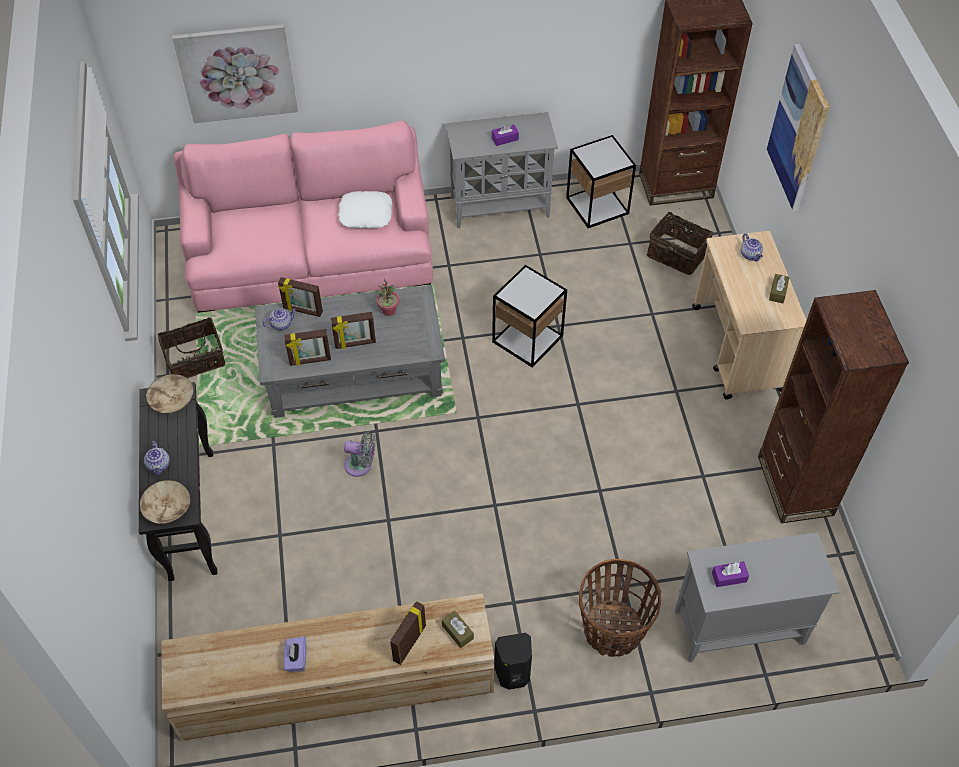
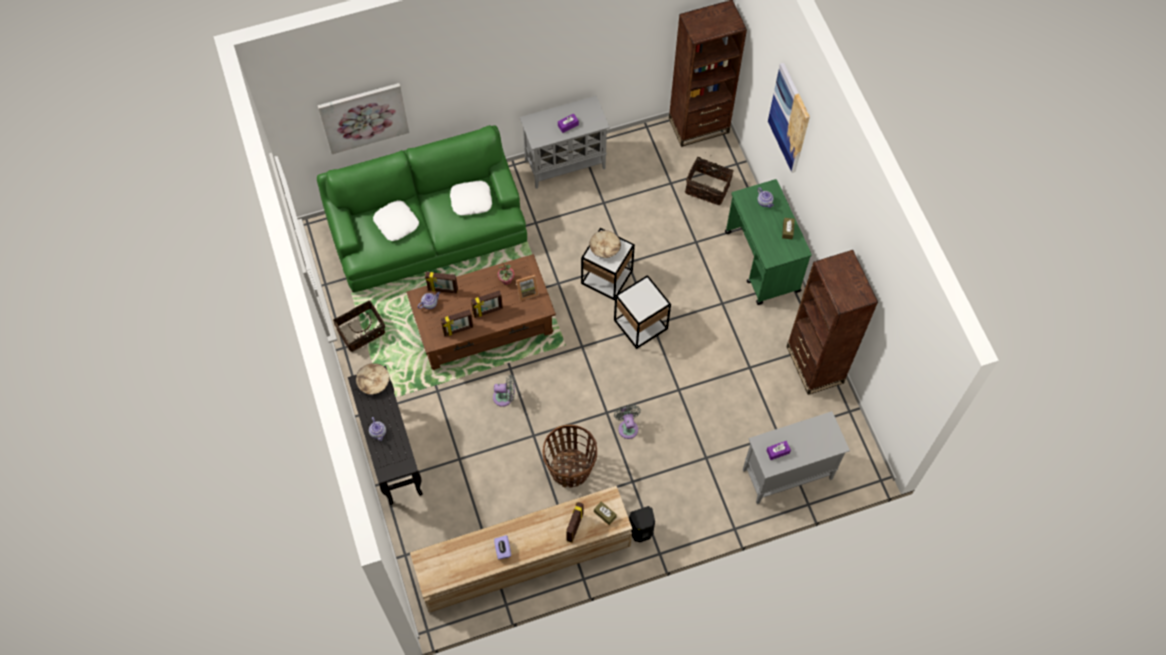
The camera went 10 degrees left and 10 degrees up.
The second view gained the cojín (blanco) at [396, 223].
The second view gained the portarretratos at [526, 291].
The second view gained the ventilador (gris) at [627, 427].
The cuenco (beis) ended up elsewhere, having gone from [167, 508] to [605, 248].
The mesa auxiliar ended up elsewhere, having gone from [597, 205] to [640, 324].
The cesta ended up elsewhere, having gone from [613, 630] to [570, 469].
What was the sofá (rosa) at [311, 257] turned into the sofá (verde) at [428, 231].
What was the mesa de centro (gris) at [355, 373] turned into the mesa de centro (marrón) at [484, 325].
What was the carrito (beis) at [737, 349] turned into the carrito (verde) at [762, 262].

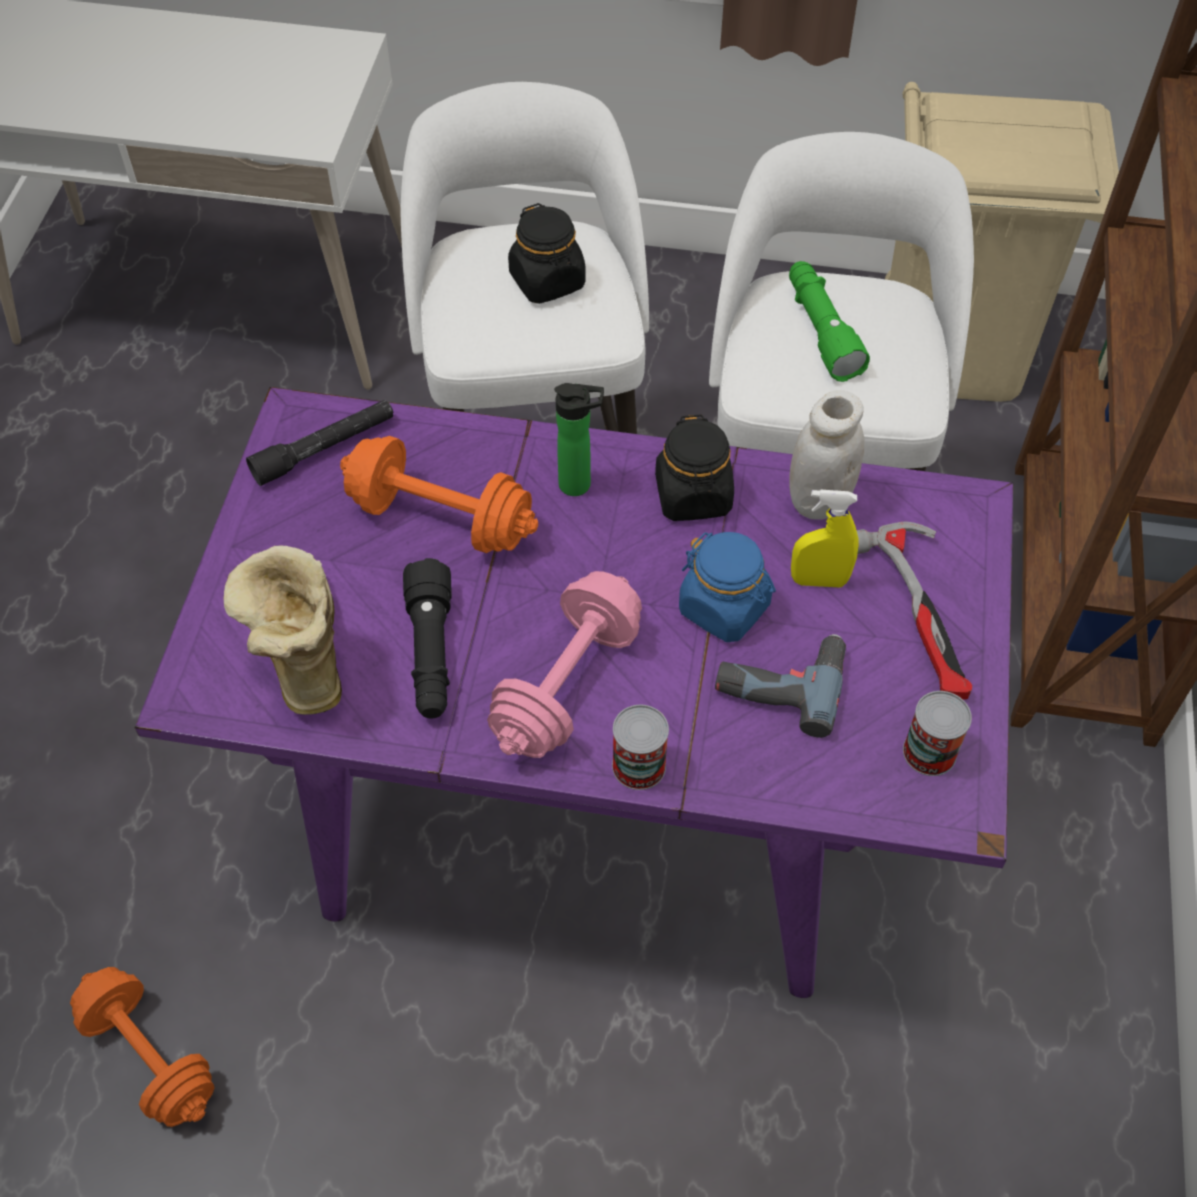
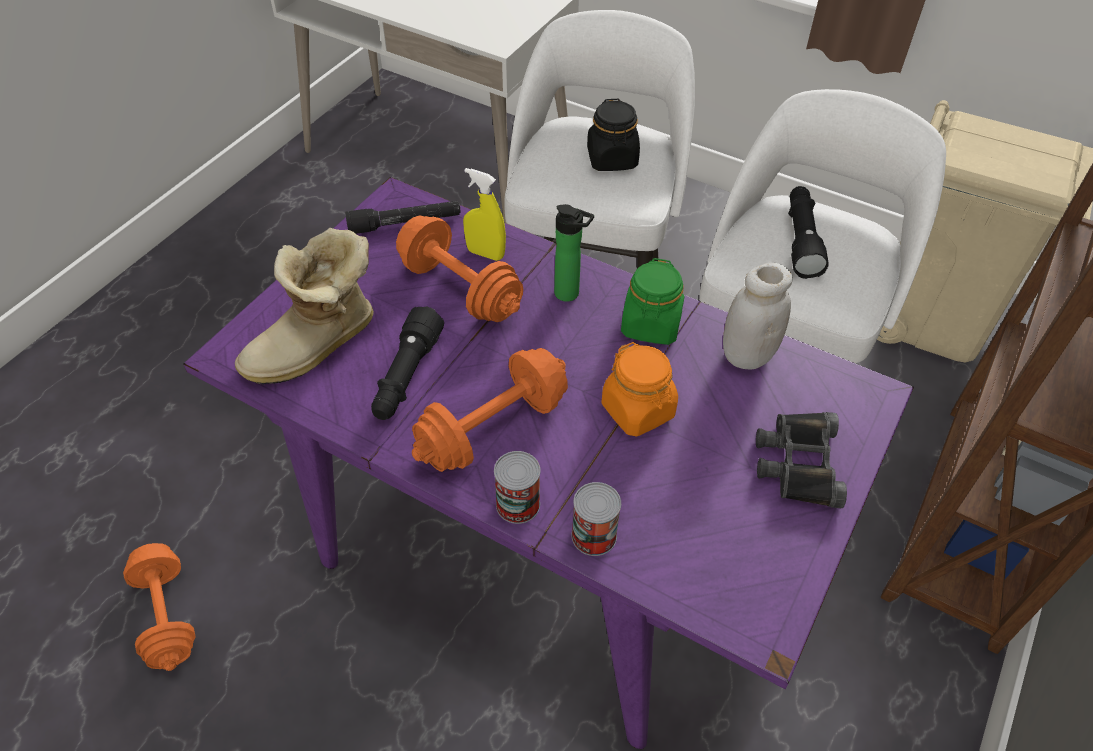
The camera went 20 degrees right and 5 degrees down.
The second view lost the taladro at [780, 680].
The pulverizador (amarillo) ended up elsewhere, having gone from [819, 580] to [485, 254].
The lata ended up elsewhere, having gone from [929, 752] to [594, 535].
Where the martillo stood at [924, 614], the prismáticos (negro) came to stand at [797, 463].
What was the mancuerna (rosa) at [567, 685] turned into the mancuerna (naranja) at [493, 428].
What was the tarro (negro) at [693, 496] turned into the tarro (verde) at [651, 325].
What was the tarro (azul) at [724, 608] turned into the tarro (naranja) at [638, 410].
What was the linterna (verde) at [821, 330] turned into the linterna (negro) at [801, 240].
The bota at [299, 651] ended up facing another way, 135 degrees counterclockwise from before.

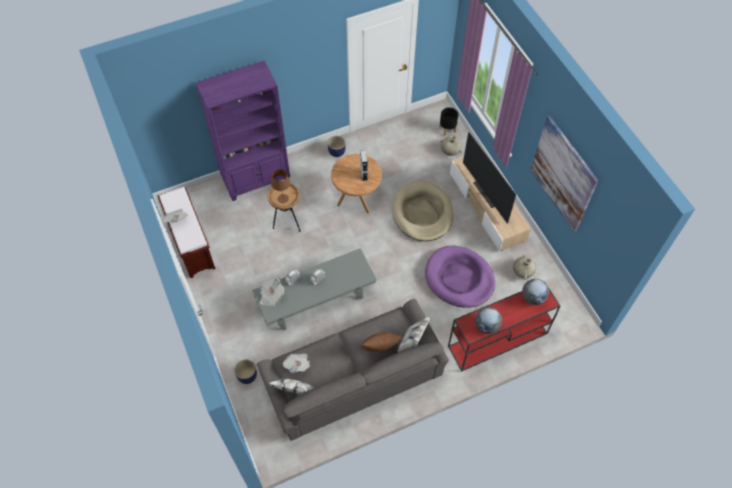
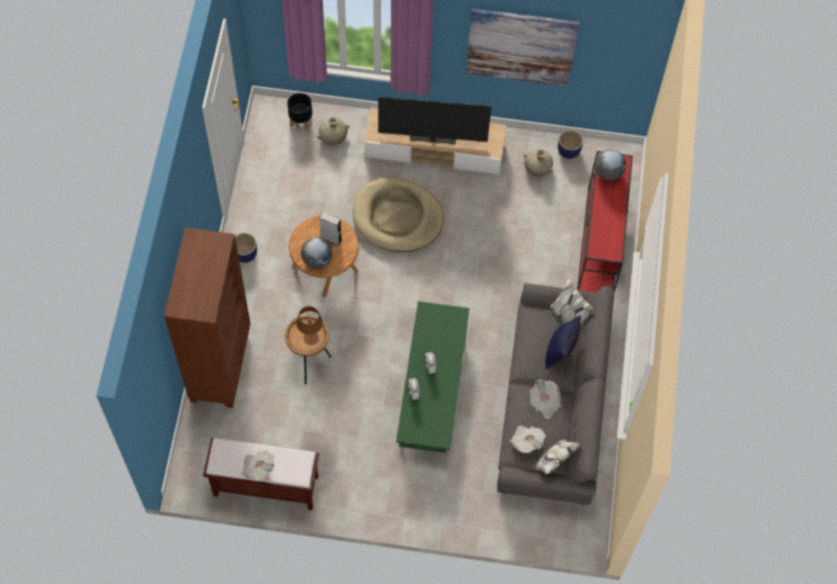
The camera went 60 degrees left and 5 degrees up.
The second view lost the cama para perro (morado) at [459, 278].
The maceta ended up elsewhere, having gone from [247, 376] to [568, 151].
The periódico ended up elsewhere, having gone from [271, 296] to [544, 402].
The globo terráqueo ended up elsewhere, having gone from [486, 326] to [317, 260].
What was the estantería (morado) at [257, 180] turned into the estantería (marrón) at [221, 364].
What was the mesa de centro (gris) at [316, 298] turned into the mesa de centro (verde) at [432, 388].
What was the cojín (marrón) at [380, 349] turned into the cojín (azul) at [560, 351].

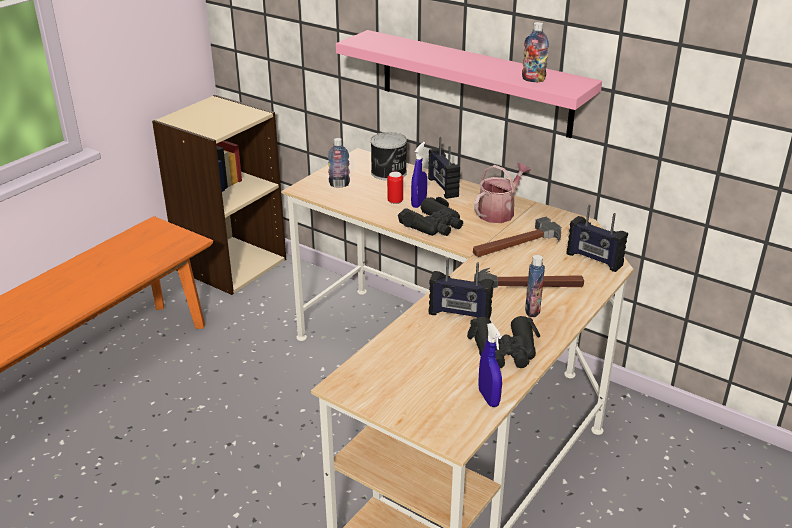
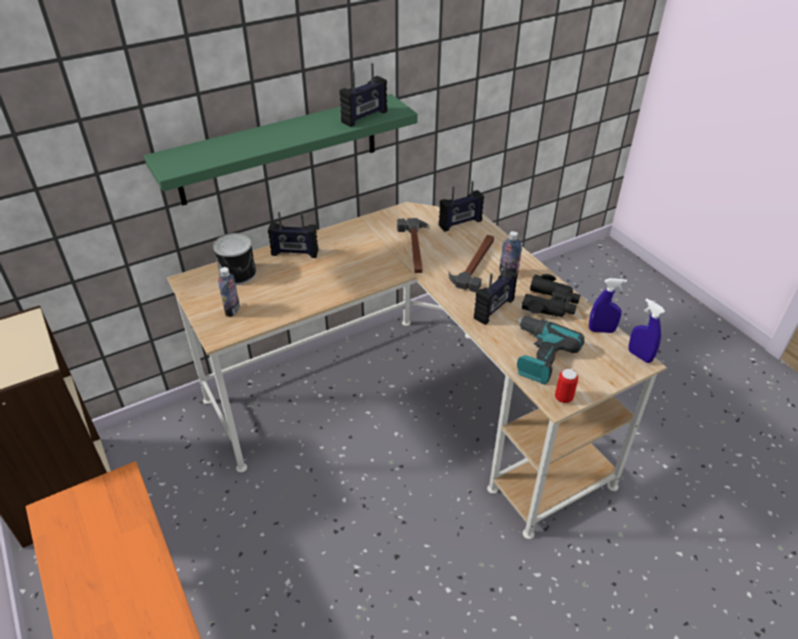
The camera went 65 degrees left and 10 degrees up.
The second view lost the prismáticos (negro) at [433, 225].
The second view lost the regadera at [499, 212].
The second view gained the taladro at [538, 355].
The lata ended up elsewhere, having gone from [395, 201] to [563, 398].
The pulverizador (azul) ended up elsewhere, having gone from [419, 203] to [639, 356].
Where the botella stood at [533, 80], the radio came to stand at [365, 117].
What was the estante (rosa) at [474, 83] turned into the estante (verde) at [279, 150].

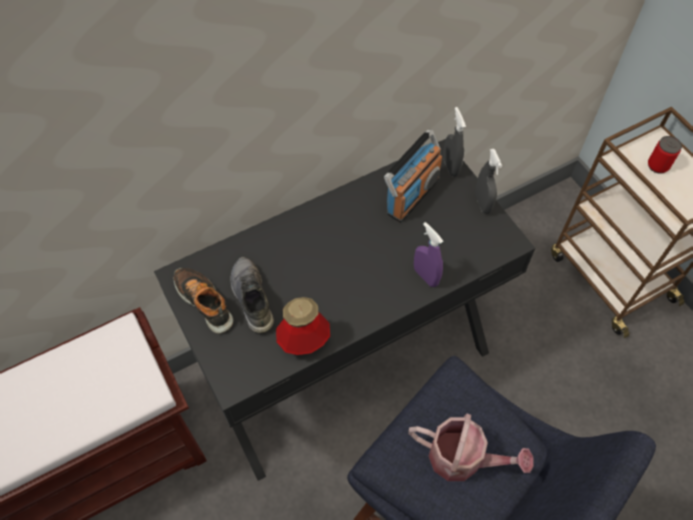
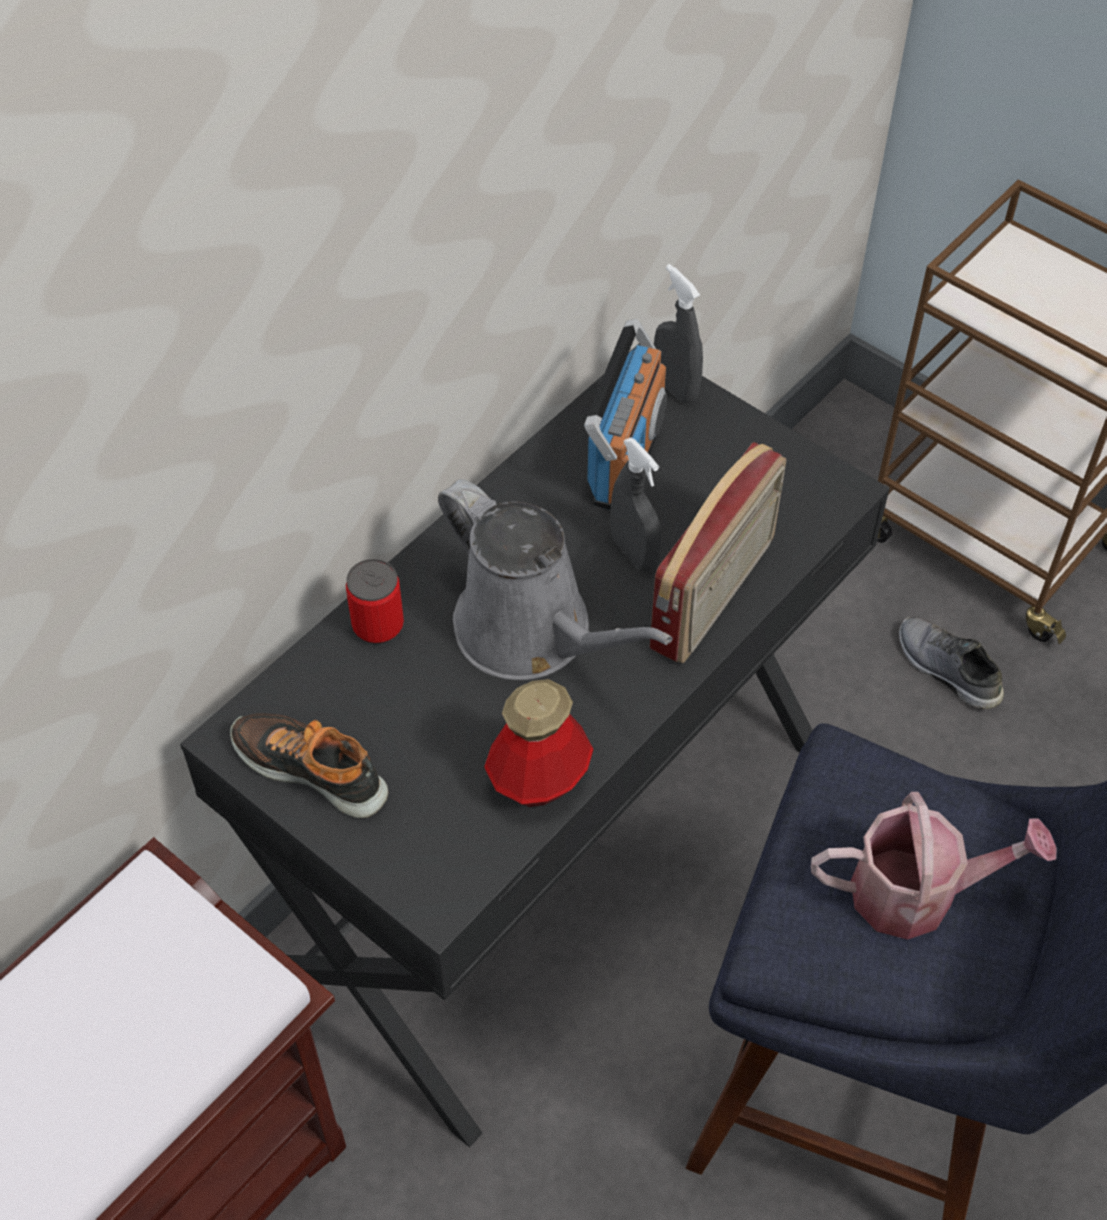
The camera went 20 degrees left and 5 degrees down.
The second view gained the regadera (gris) at [532, 633].
The zapato (gris) ended up elsewhere, having gone from [251, 298] to [945, 670].
The pulverizador (gris) ended up elsewhere, having gone from [482, 203] to [634, 553].
The lata ended up elsewhere, having gone from [658, 165] to [378, 625].
Where the pulverizador (morado) stood at [425, 276], the radio came to stand at [715, 595].

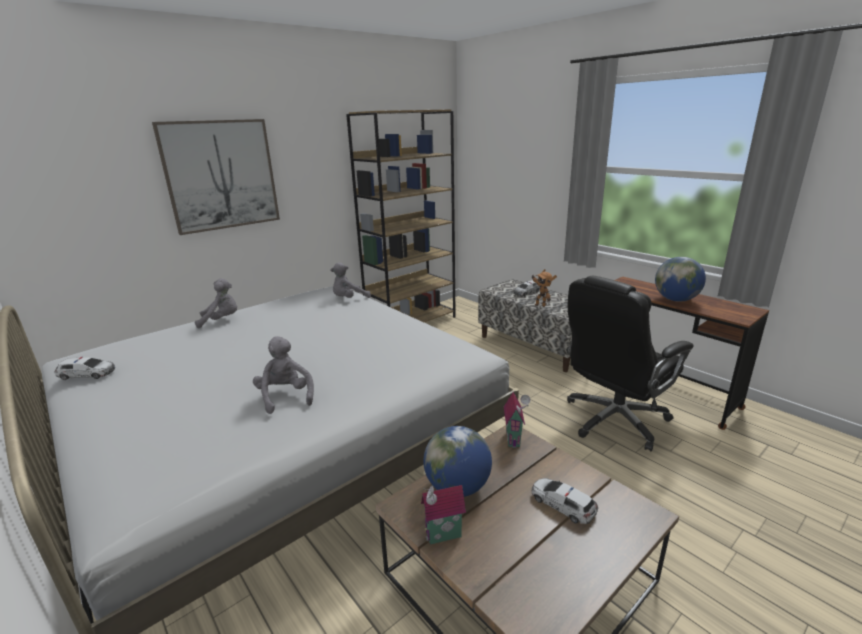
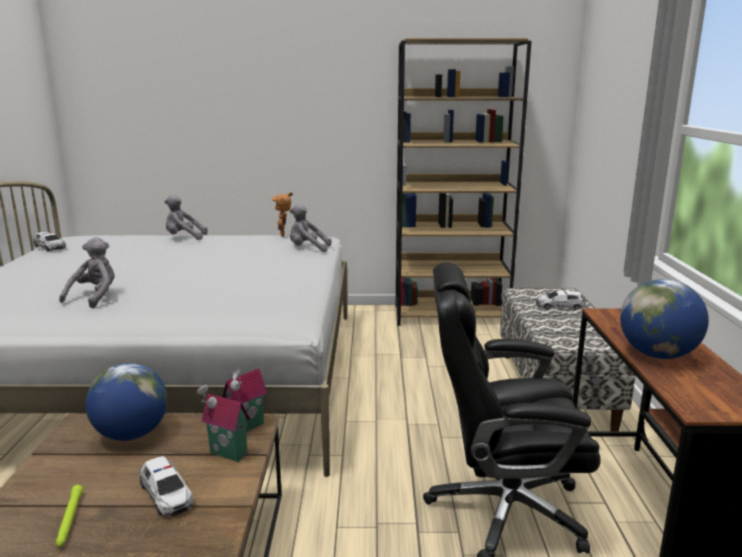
The camera went 40 degrees right and 5 degrees down.
The second view lost the cuadro at [221, 175].
The second view gained the linterna (verde) at [69, 520].
The casita ended up elsewhere, having gone from [444, 537] to [226, 454].
The robot de juguete ended up elsewhere, having gone from [540, 305] to [284, 235].
The peluche (gris) at [221, 320] ended up facing another way, 150 degrees clockwise from before.
The coche de juguete at [562, 504] ended up facing another way, 150 degrees clockwise from before.

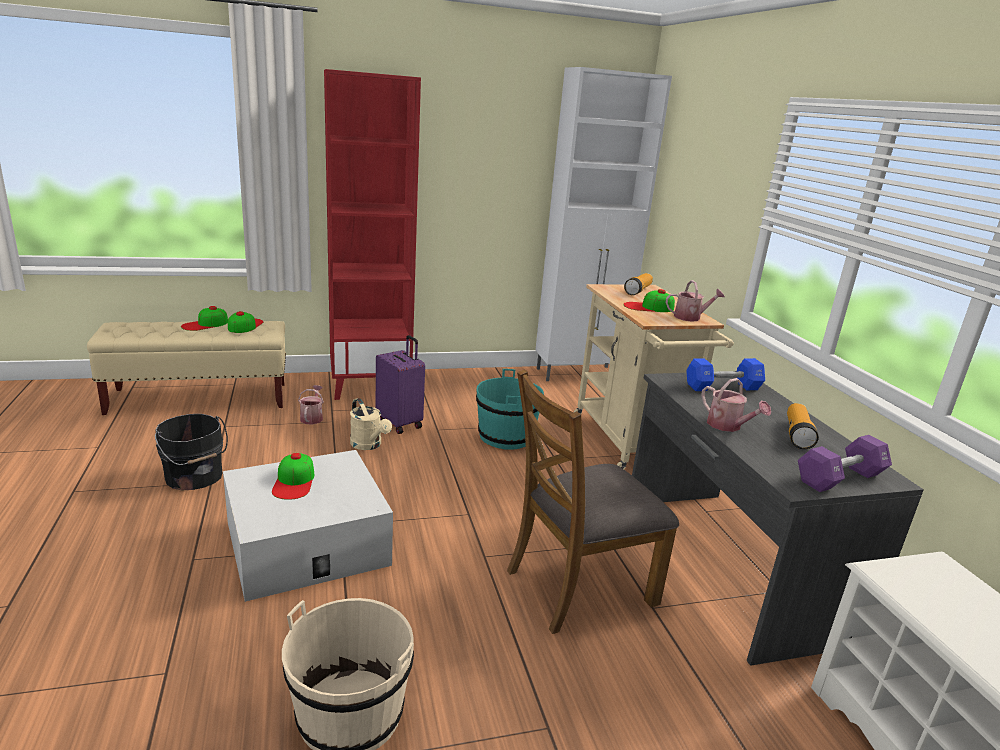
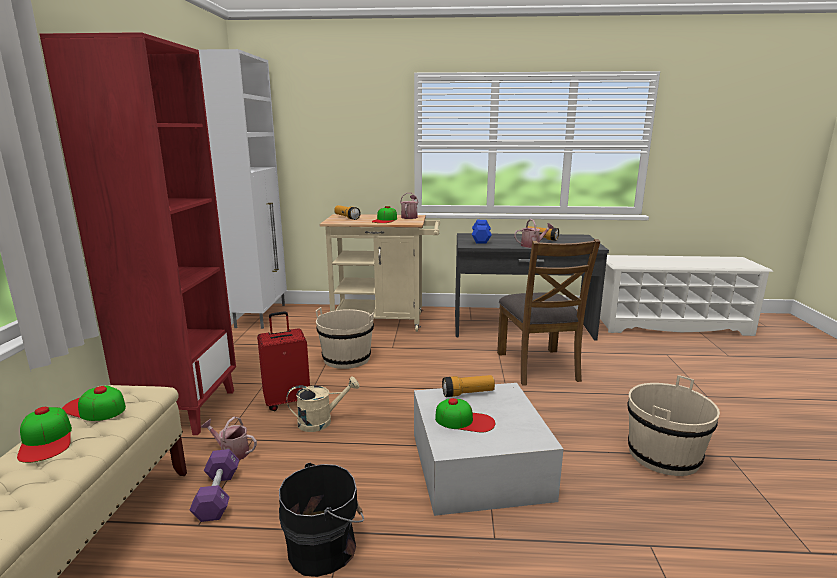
The camera went 70 degrees left and 5 degrees down.
The second view gained the linterna at [468, 393].
The mancuerna (morado) ended up elsewhere, having gone from [840, 478] to [217, 495].
What was the maleta (morado) at [400, 423] turned into the maleta (rojo) at [287, 401].
What was the cubo (turquesa) at [505, 436] turned into the cubo (beis) at [346, 358].

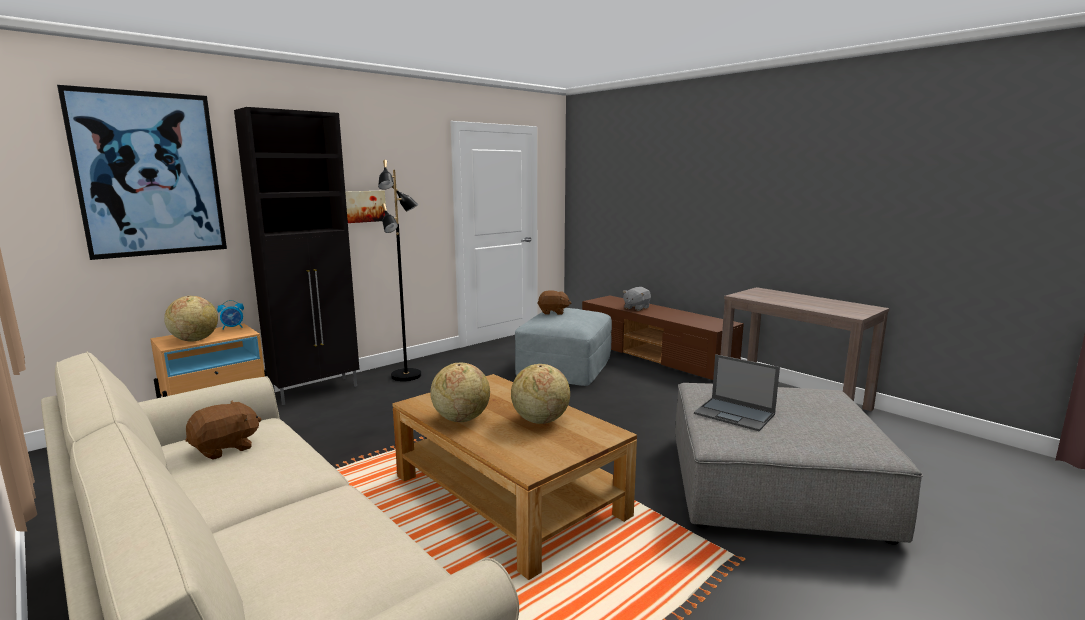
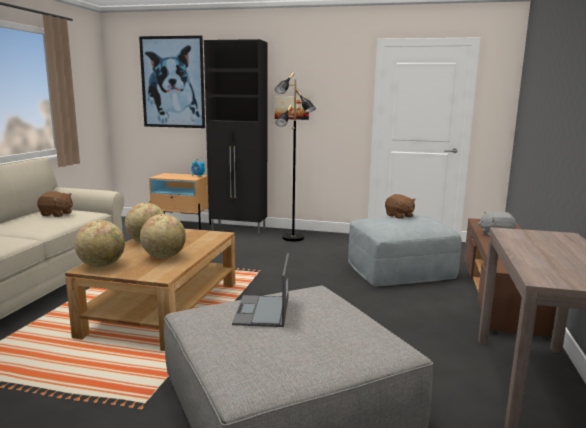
The camera went 55 degrees right and 0 degrees up.
The globo terráqueo ended up elsewhere, having gone from [194, 340] to [102, 265].

